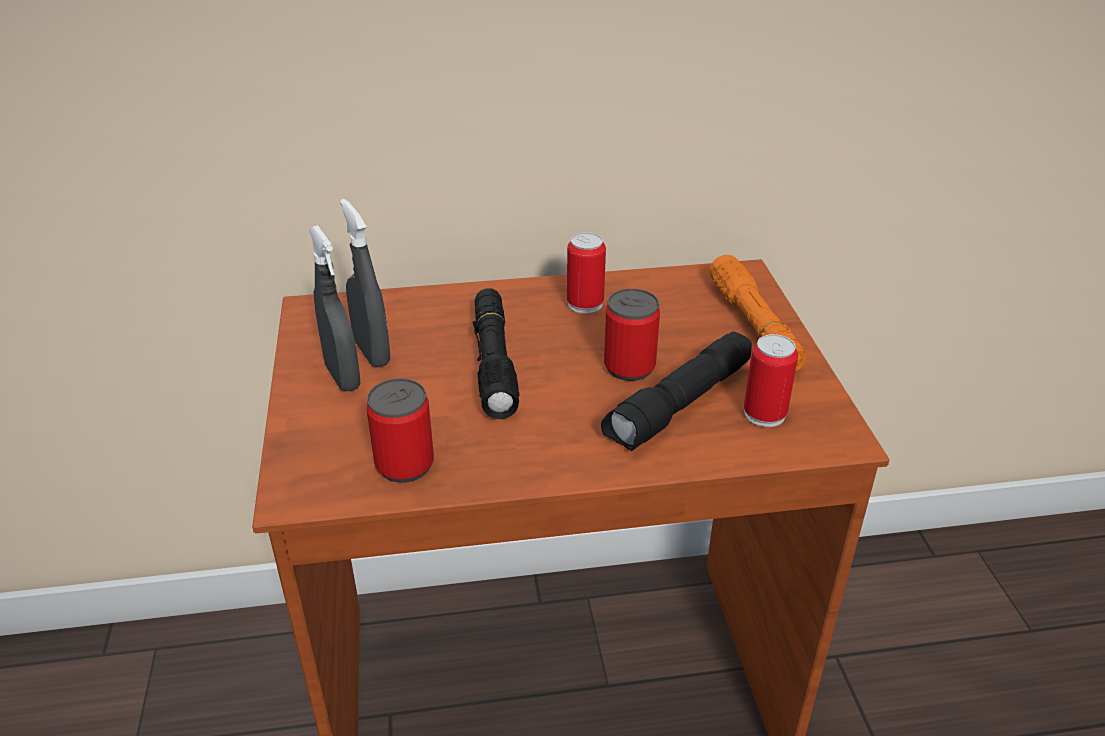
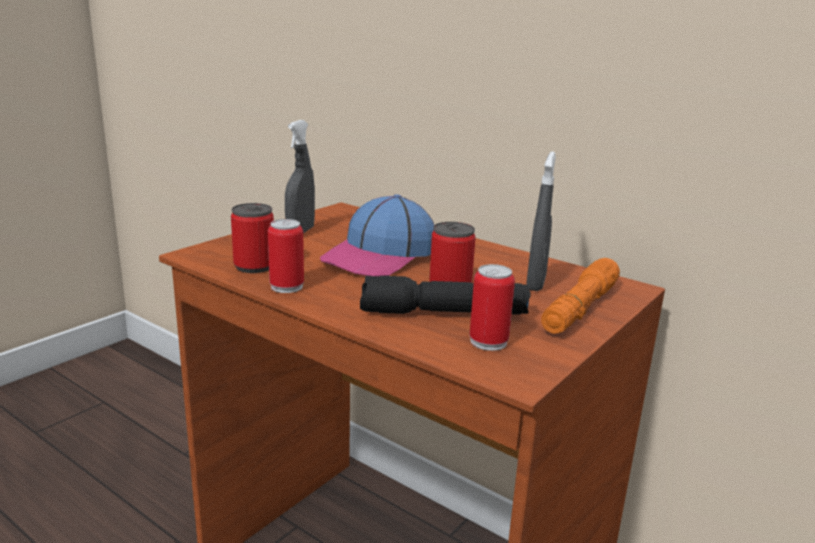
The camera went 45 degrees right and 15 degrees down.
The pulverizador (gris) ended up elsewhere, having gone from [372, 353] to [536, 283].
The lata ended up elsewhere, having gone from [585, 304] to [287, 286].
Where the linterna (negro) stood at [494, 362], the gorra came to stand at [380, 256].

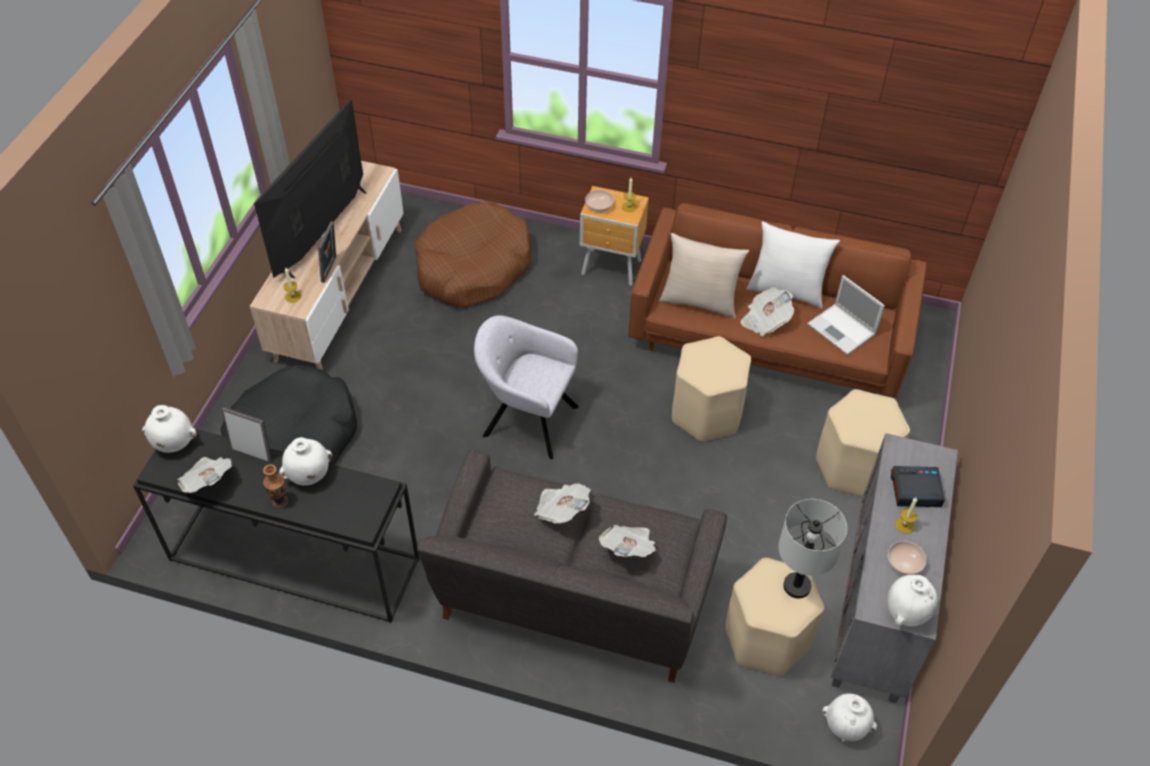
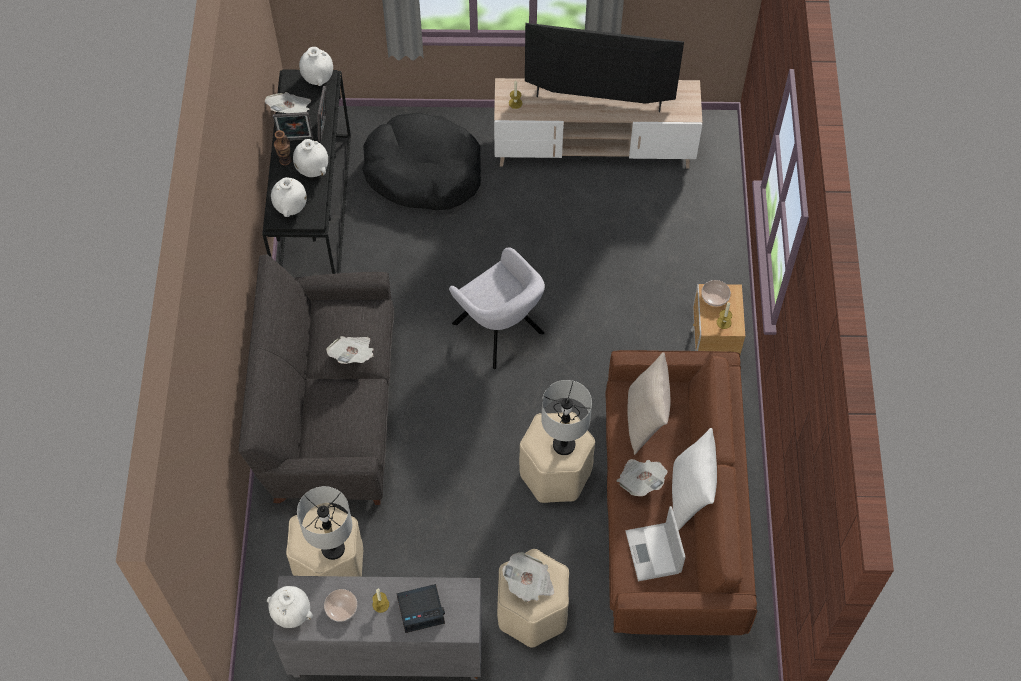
The camera went 75 degrees right and 10 degrees up.
The second view lost the cama para perro (marrón) at [473, 267].
The second view gained the lámpara de mesa (gris) at [564, 444].
The portarretratos ended up elsewhere, having gone from [331, 270] to [296, 140].
The periódico ended up elsewhere, having gone from [628, 548] to [529, 583].
The florero (blanco) ended up elsewhere, having gone from [845, 727] to [291, 208].
The sillón (gris) at [526, 419] ended up facing another way, 135 degrees clockwise from before.
The portátil at [842, 330] ended up facing another way, 45 degrees counterclockwise from before.
The despertador at [915, 490] ended up facing another way, 90 degrees clockwise from before.

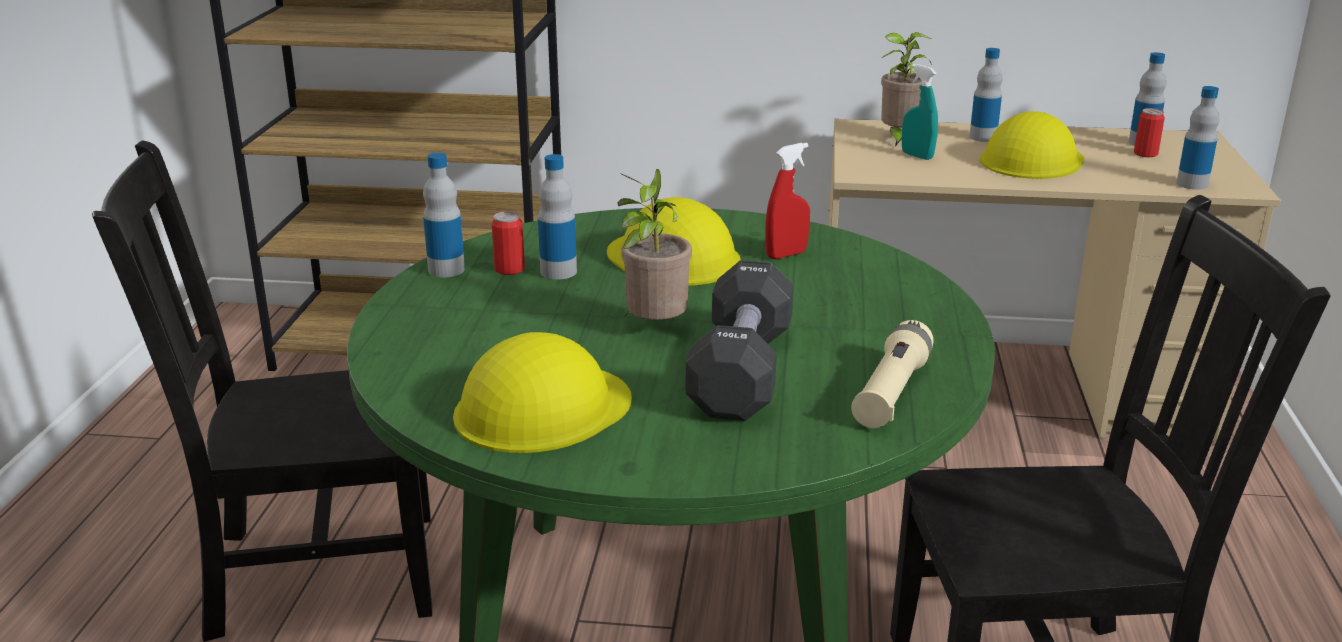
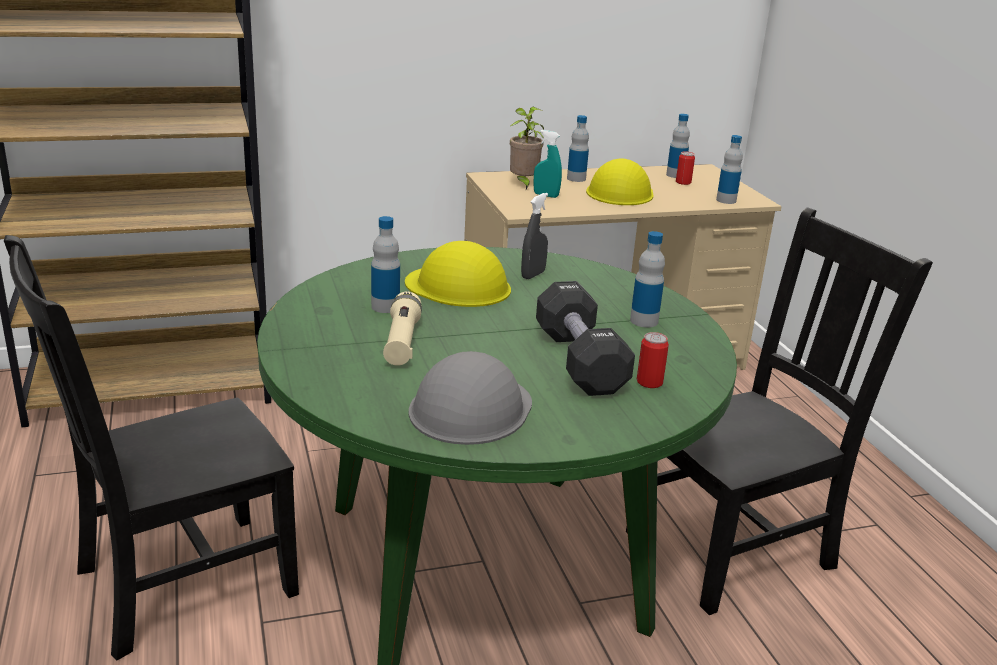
The camera went 25 degrees left and 0 degrees up.
The second view lost the planta en maceta at [654, 329].
The botella ended up elsewhere, having gone from [446, 270] to [644, 321].
The lata ended up elsewhere, having gone from [509, 269] to [649, 382].
The linterna (beis) ended up elsewhere, having gone from [891, 393] to [402, 341].
What was the casco (amarillo) at [542, 408] turned into the casco (gris) at [470, 408].
What was the pulverizador (rojo) at [786, 255] turned into the pulverizador (gris) at [533, 275].

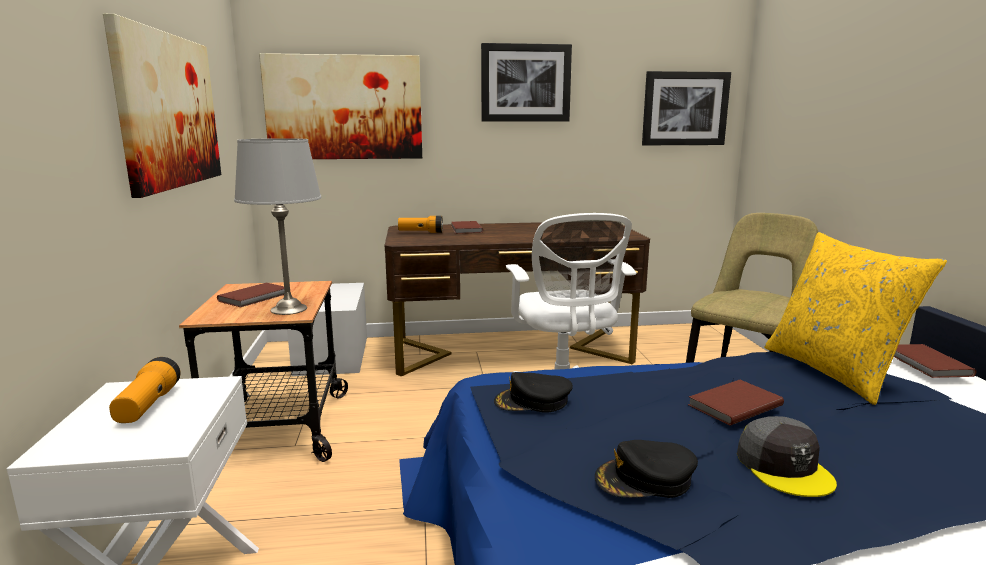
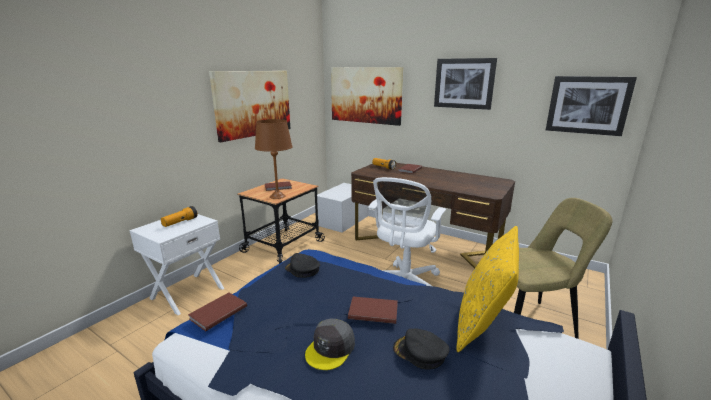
The camera went 40 degrees right and 5 degrees up.
The gorra (negro) ended up elsewhere, having gone from [645, 479] to [420, 352].
The libro (marrón) ended up elsewhere, having gone from [926, 364] to [217, 312].
What was the lámpara de mesa (gris) at [288, 309] turned into the lámpara de mesa (marrón) at [277, 196].

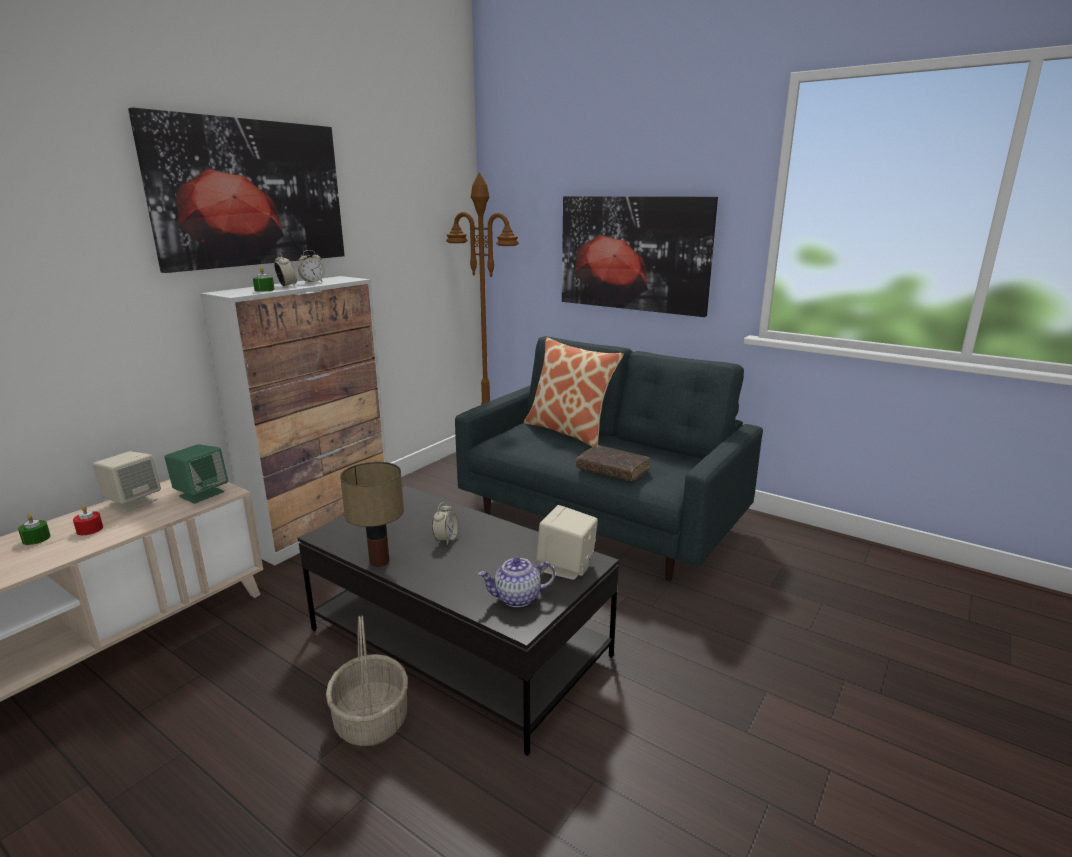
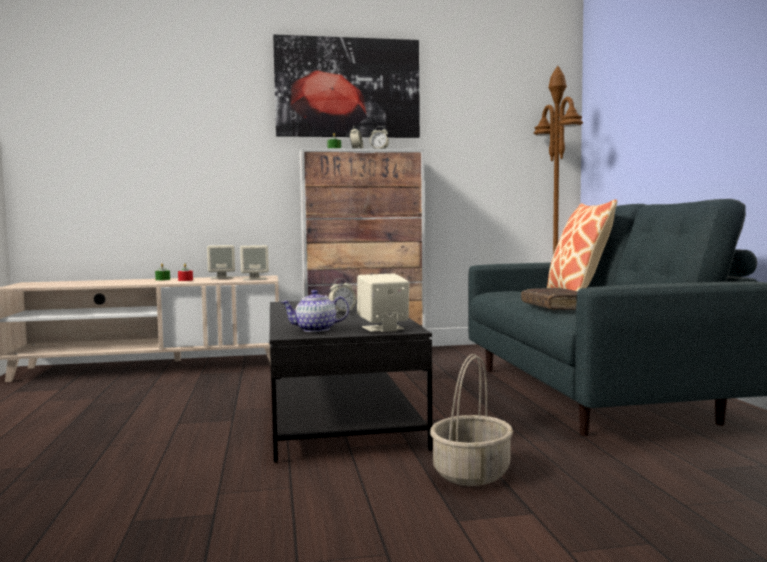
The camera went 45 degrees right and 15 degrees down.
The second view lost the lámpara de mesa at [380, 561].
The second view lost the cuadro at [634, 253].
The cesta ended up elsewhere, having gone from [370, 719] to [471, 473].
What was the altavoz (verde) at [201, 494] turned into the altavoz (beis) at [255, 279].
The tetera at [517, 598] ended up facing another way, 45 degrees counterclockwise from before.

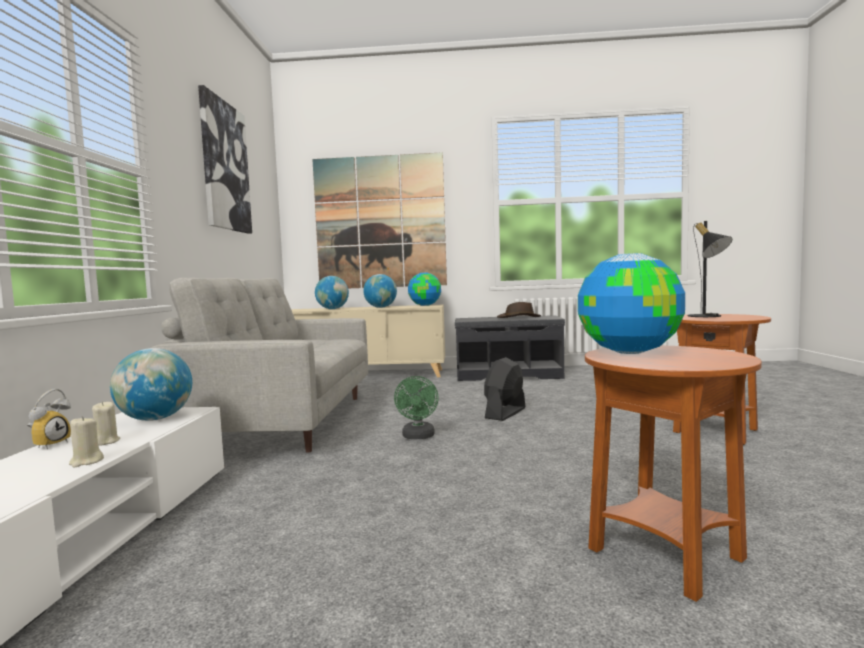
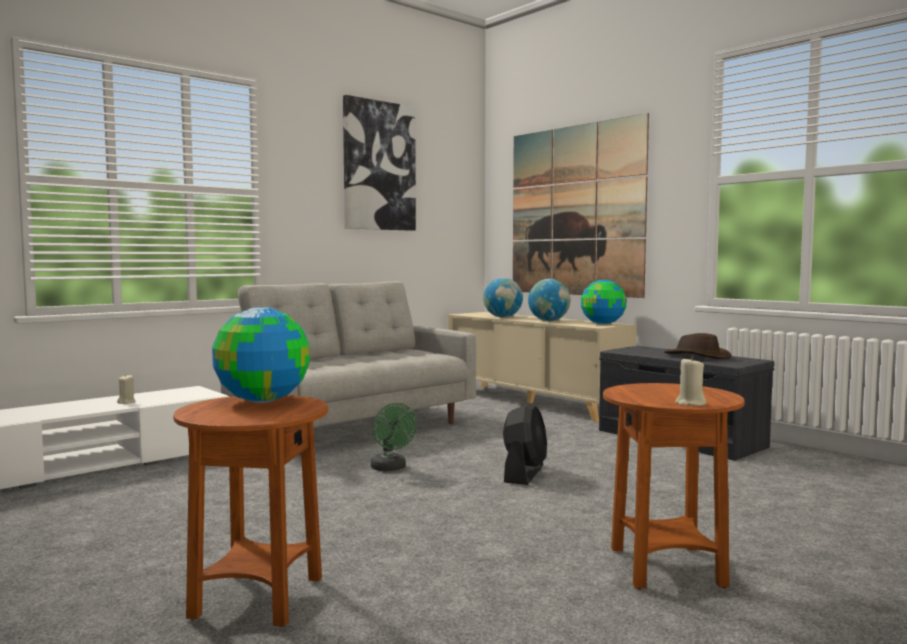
The camera went 45 degrees right and 0 degrees up.
The second view lost the despertador at [50, 444].
The second view lost the globo terráqueo at [155, 419].
The second view lost the lámpara de mesa (negro) at [708, 316].
The vela (beis) ended up elsewhere, having gone from [86, 462] to [690, 403].
The ventilador (verde) at [418, 437] ended up facing another way, 75 degrees counterclockwise from before.
The ventilador (negro) at [505, 413] ended up facing another way, 120 degrees clockwise from before.

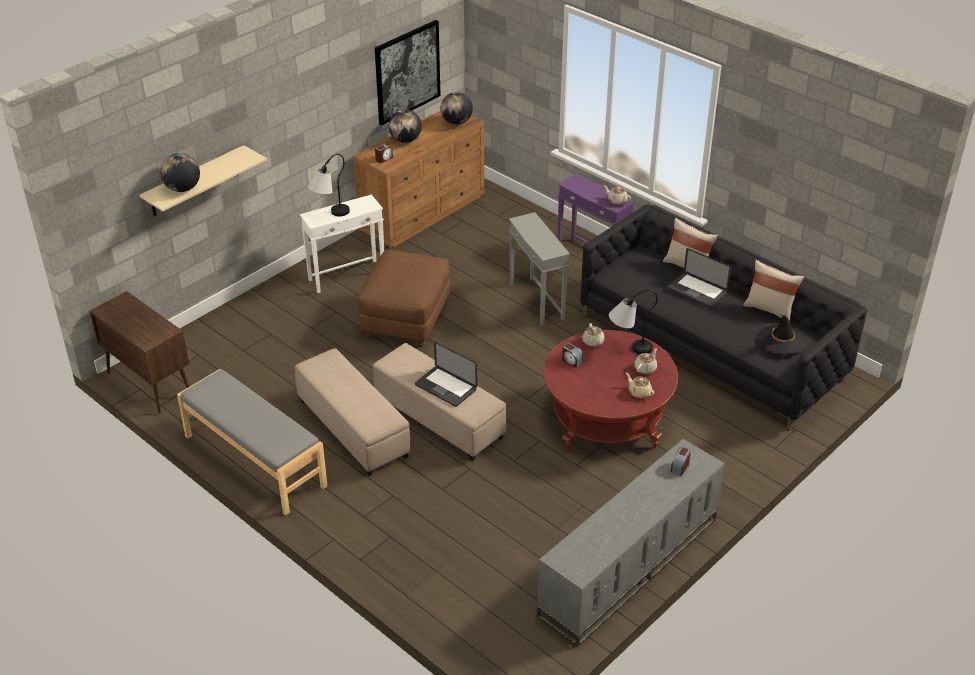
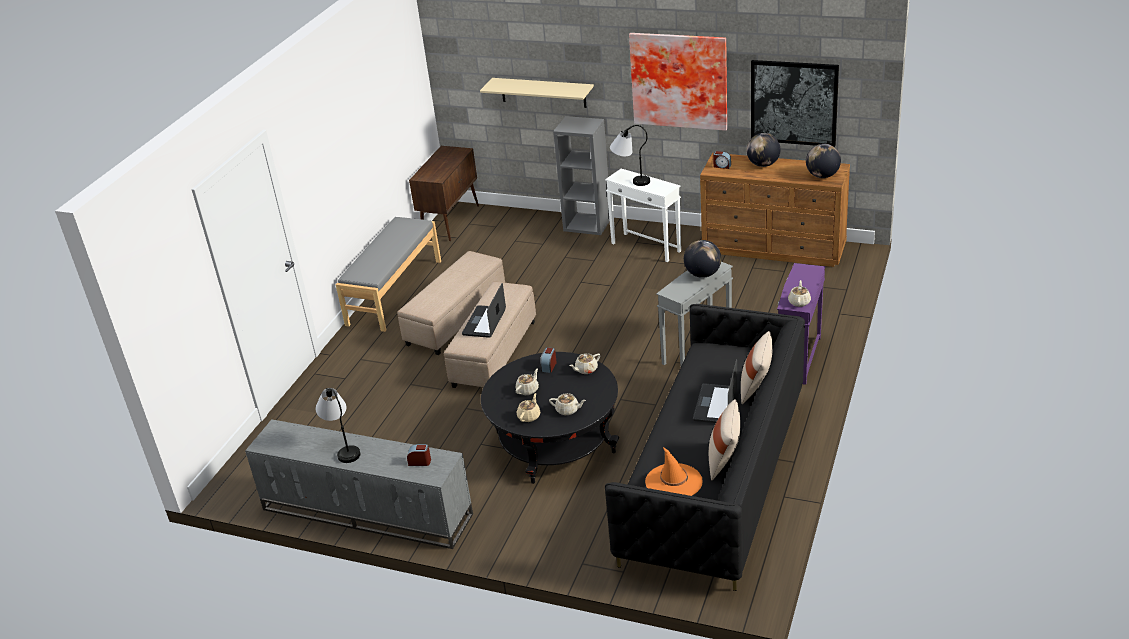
The camera went 70 degrees right and 5 degrees down.
The second view lost the puf (marrón) at [406, 320].
The second view gained the tetera (beis) at [528, 390].
The second view gained the estantería (gris) at [588, 224].
The second view gained the cuadro at [680, 79].
The globo terráqueo ended up elsewhere, having gone from [182, 189] to [702, 274].
The lámpara de mesa ended up elsewhere, having gone from [628, 349] to [343, 447].
What was the mesa de centro (rojo) at [607, 418] turned into the mesa de centro (negro) at [555, 442].
What was the sombrero (negro) at [782, 340] turned into the sombrero (naranja) at [673, 482].

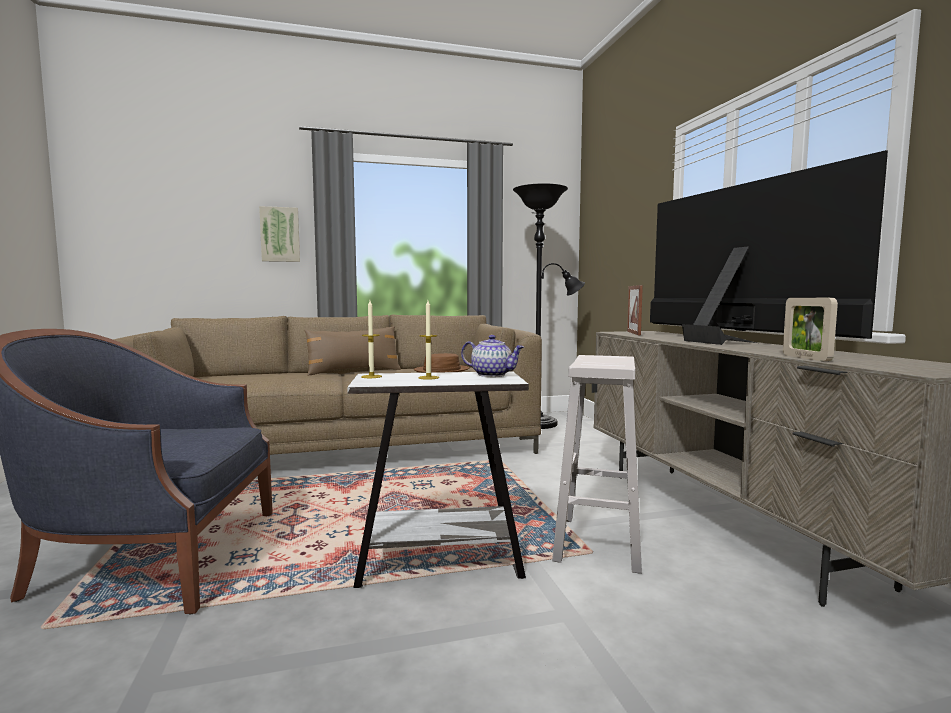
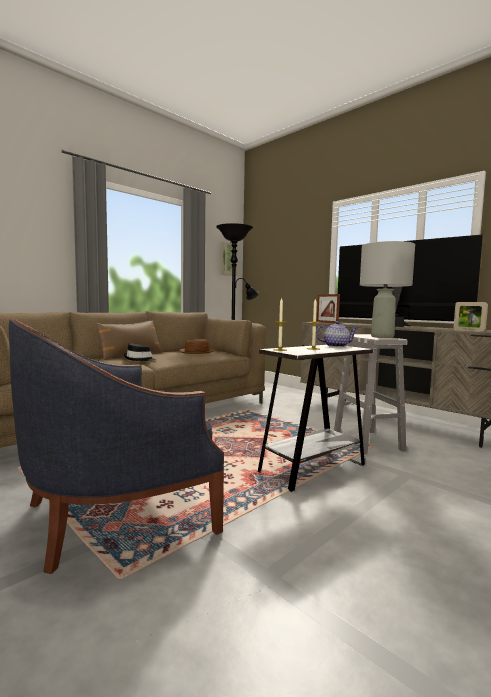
The camera went 30 degrees left and 0 degrees up.
The second view gained the sombrero (negro) at [139, 359].
The second view gained the lámpara de mesa (gris) at [382, 337].
The cuadro ended up elsewhere, having gone from [280, 234] to [227, 259].

